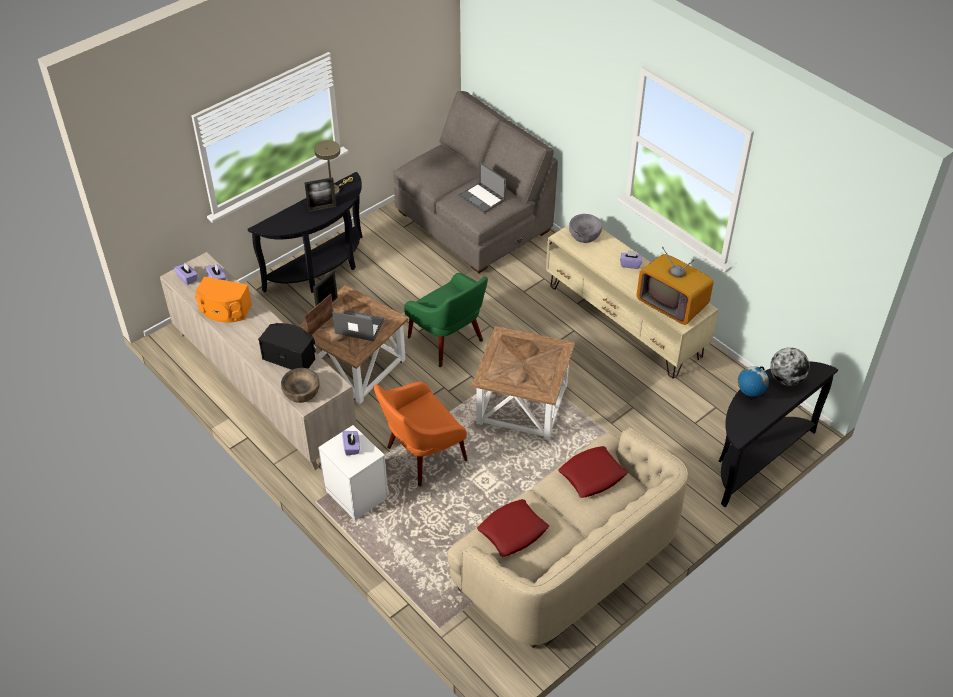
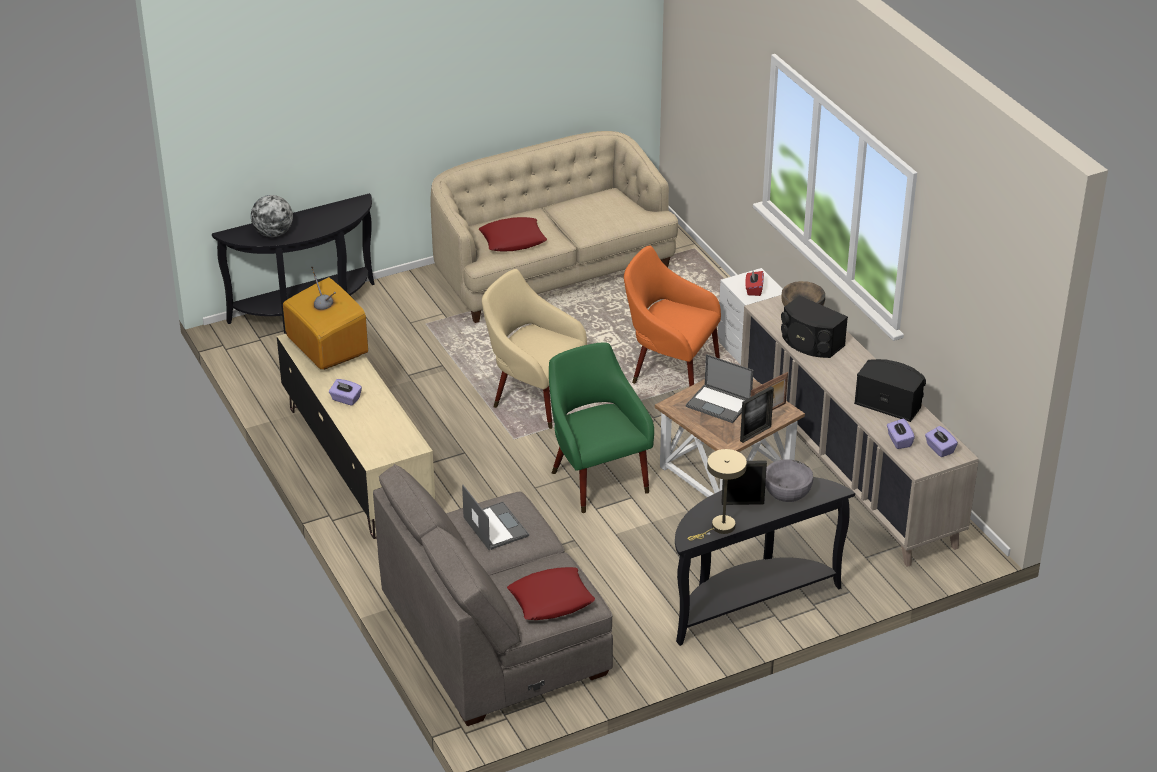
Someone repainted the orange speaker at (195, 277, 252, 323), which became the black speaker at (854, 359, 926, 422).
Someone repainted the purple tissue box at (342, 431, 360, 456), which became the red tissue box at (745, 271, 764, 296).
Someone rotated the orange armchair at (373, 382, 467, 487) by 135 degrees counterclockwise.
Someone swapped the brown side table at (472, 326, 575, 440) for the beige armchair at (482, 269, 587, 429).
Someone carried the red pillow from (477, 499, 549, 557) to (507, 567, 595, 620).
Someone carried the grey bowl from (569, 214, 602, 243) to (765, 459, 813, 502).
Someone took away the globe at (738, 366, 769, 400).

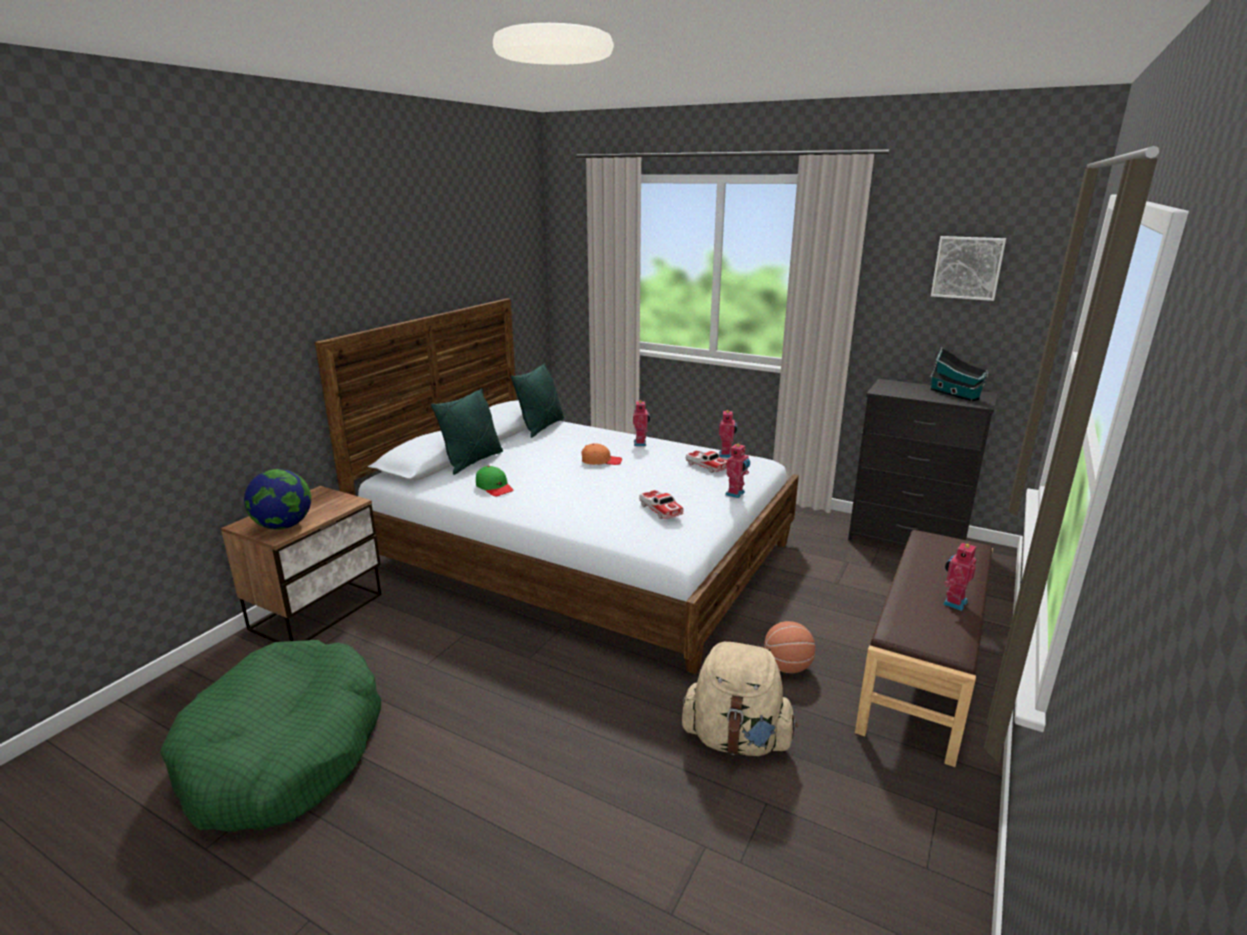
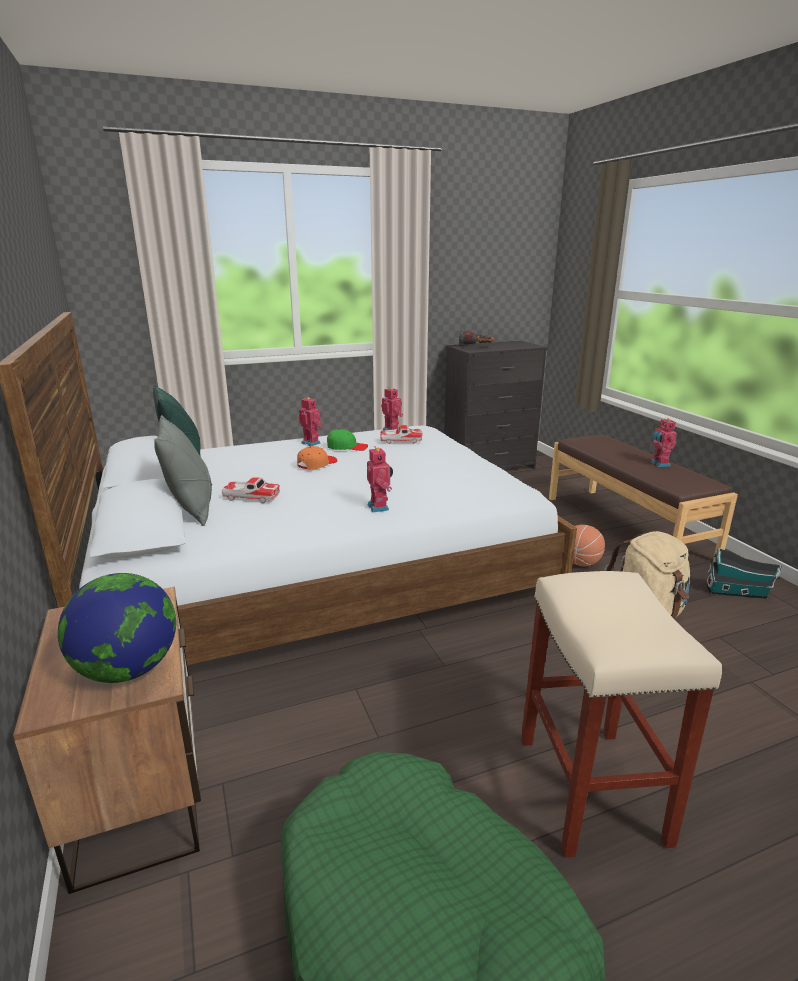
Someone repainted the green pillow at (431, 388, 503, 475), which became the grey pillow at (154, 415, 212, 526).
Someone carried the green cap from (476, 466, 514, 496) to (327, 429, 368, 451).
Someone carried the toy car from (639, 490, 684, 519) to (222, 477, 280, 503).
Someone carried the toy robot from (725, 444, 750, 498) to (367, 446, 393, 512).
Someone carried the toy house from (930, 347, 988, 402) to (707, 548, 782, 599).
Someone took away the picture at (931, 236, 1006, 301).
Someone put down the flashlight at (459, 330, 495, 346).
Someone put down the beige stool at (521, 571, 722, 858).

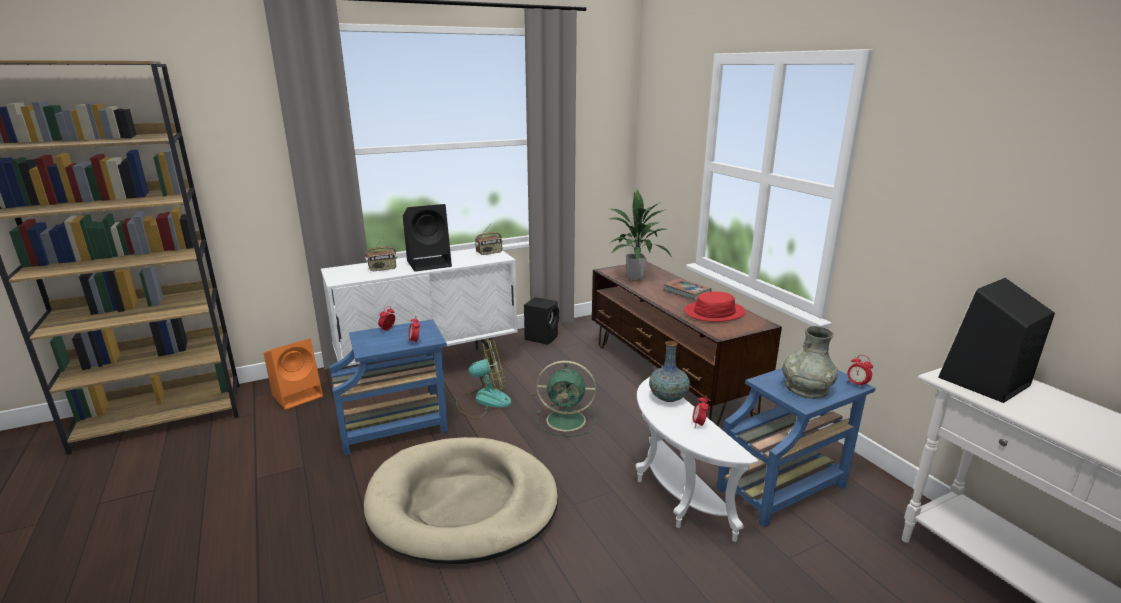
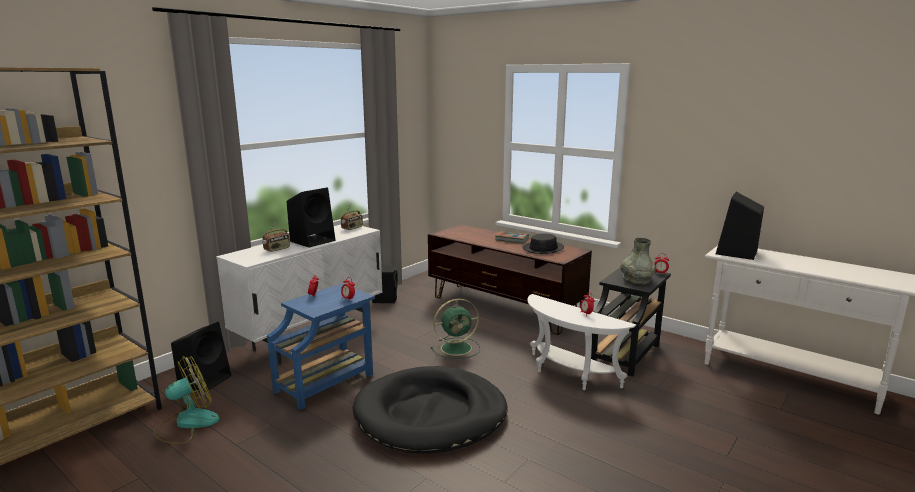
Someone repainted the orange speaker at (264, 339, 323, 410), which became the black speaker at (171, 322, 231, 393).
Someone repainted the beige dog bed at (364, 437, 558, 564), which became the black dog bed at (353, 366, 508, 454).
Someone carried the fan from (456, 339, 511, 419) to (153, 356, 220, 444).
Someone took away the potted plant at (606, 189, 673, 280).
Someone took away the vase at (649, 341, 690, 402).
Someone repainted the red hat at (684, 291, 746, 322), which became the black hat at (522, 233, 564, 254).
Someone repainted the blue side table at (717, 368, 875, 528), which became the black side table at (591, 267, 671, 377).

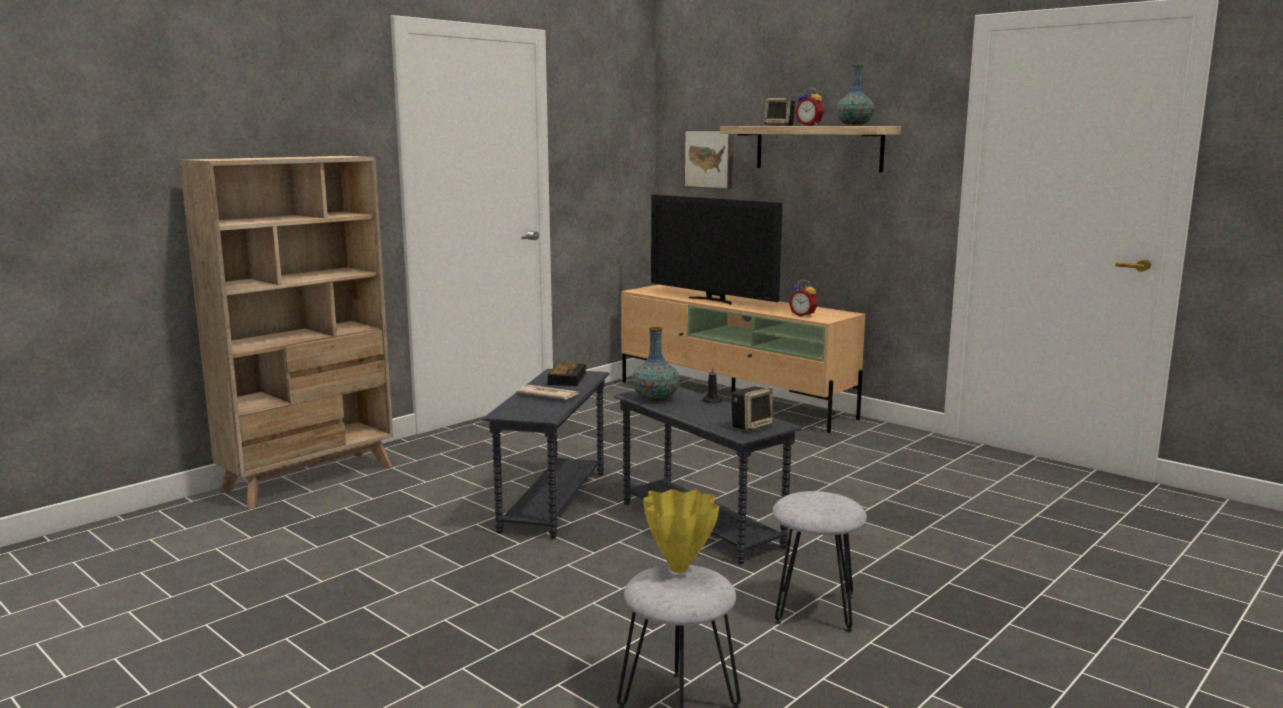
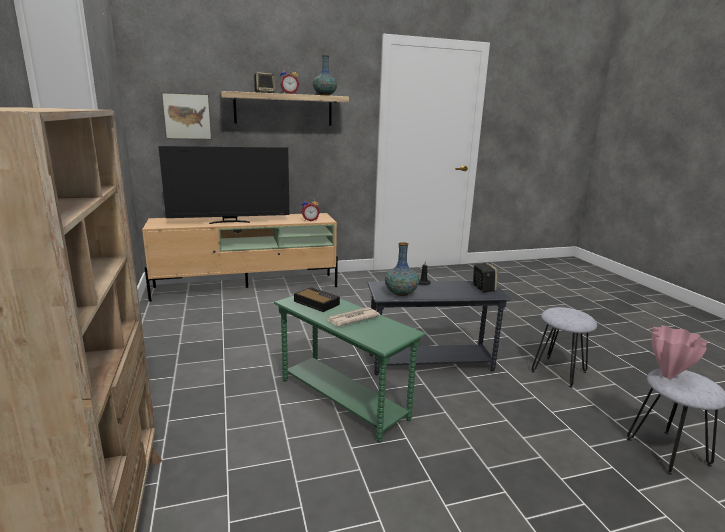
Someone repainted the grey side table at (483, 369, 609, 539), which became the green side table at (274, 288, 426, 442).
Someone repainted the yellow vase at (643, 489, 719, 573), which became the pink vase at (652, 325, 707, 379).

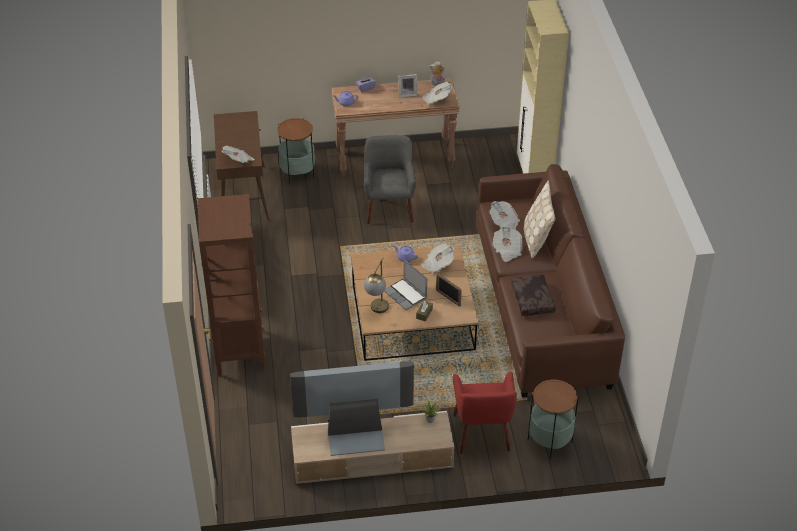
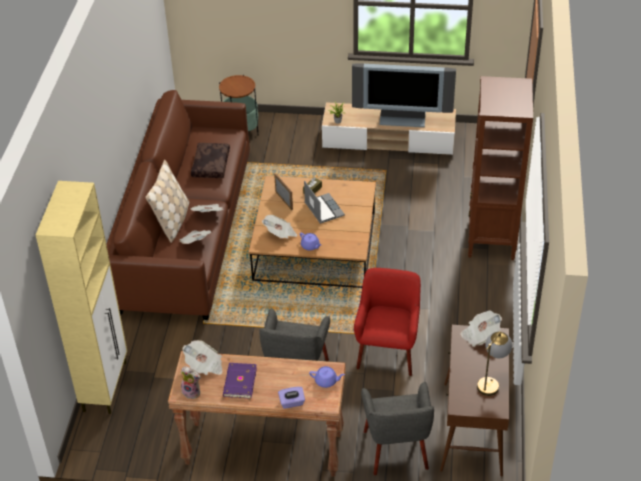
Someone swapped the side table at (277, 118, 315, 184) for the grey armchair at (361, 382, 434, 475).
Someone carried the table lamp from (364, 258, 389, 313) to (477, 331, 512, 396).
Someone swapped the picture frame at (398, 74, 418, 97) for the purple book at (223, 363, 257, 399).
Someone carried the red armchair from (452, 371, 517, 454) to (354, 268, 421, 376).

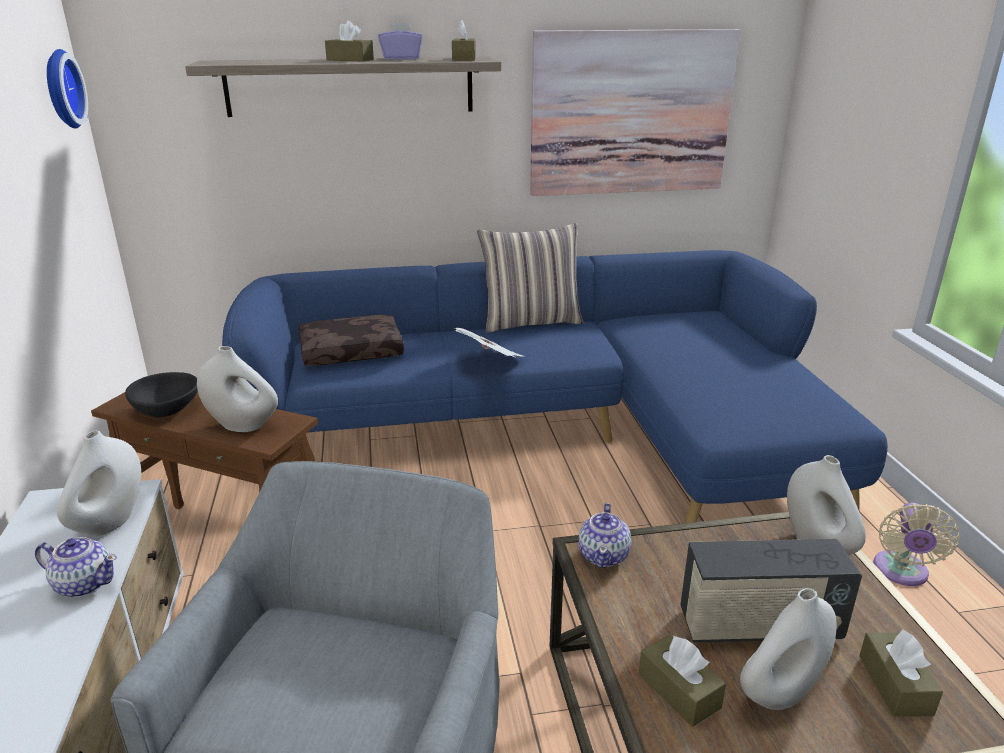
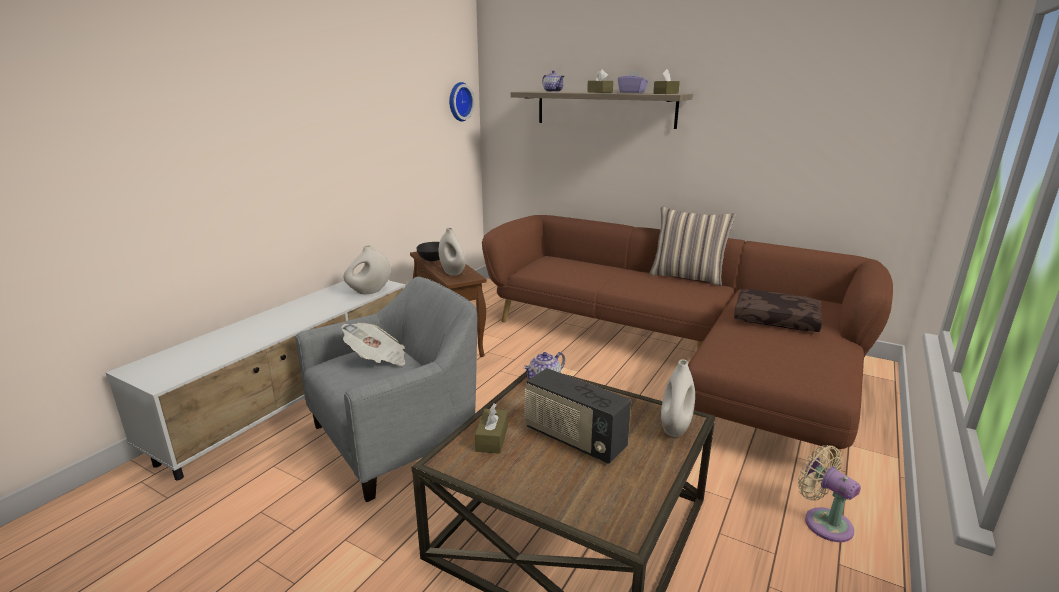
Someone carried the teapot from (35, 537, 117, 597) to (542, 71, 564, 92).
Someone repainted the blue sofa at (222, 250, 888, 523), which became the brown sofa at (482, 215, 893, 472).
Someone carried the brown pillow from (299, 315, 404, 366) to (734, 289, 822, 332).
Someone carried the newspaper from (453, 328, 524, 357) to (341, 323, 405, 366).
Someone took away the picture at (530, 29, 740, 196).
Someone took away the white vase at (740, 588, 837, 710).
Someone took away the brown tissue box at (859, 630, 943, 717).
Someone rotated the beige fan at (874, 502, 959, 586) by 90 degrees clockwise.

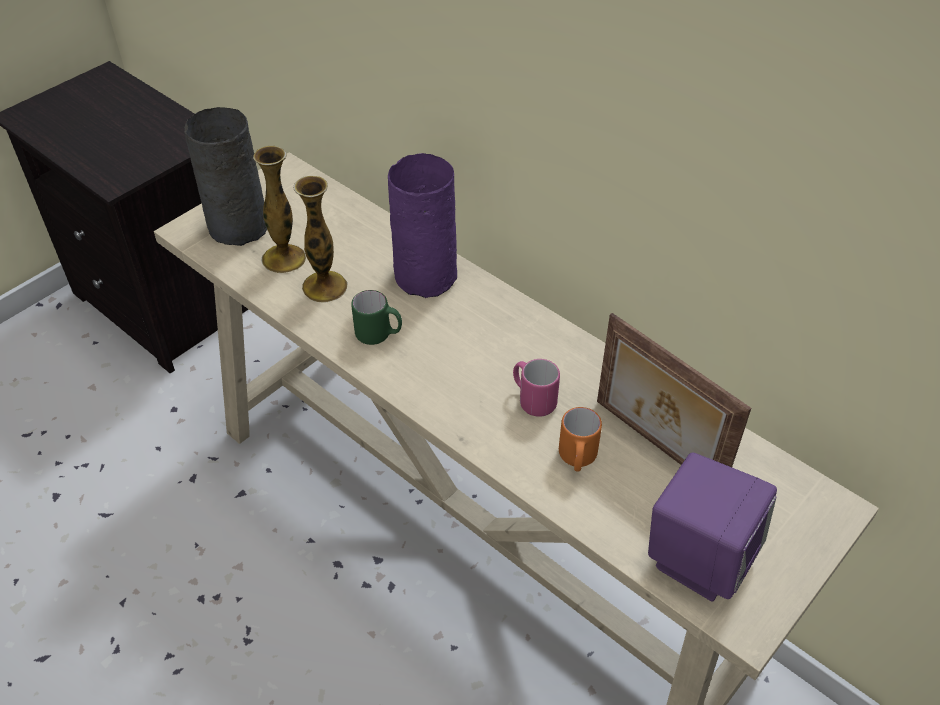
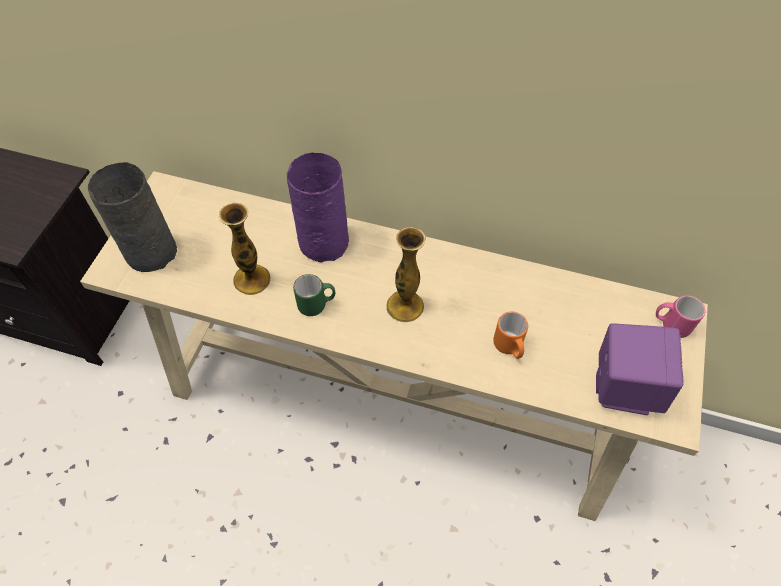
Someone carried the vase from (253, 146, 306, 273) to (386, 227, 426, 322).
Someone carried the pink mug from (513, 359, 560, 417) to (656, 295, 705, 338).
Someone took away the picture frame at (597, 313, 751, 467).

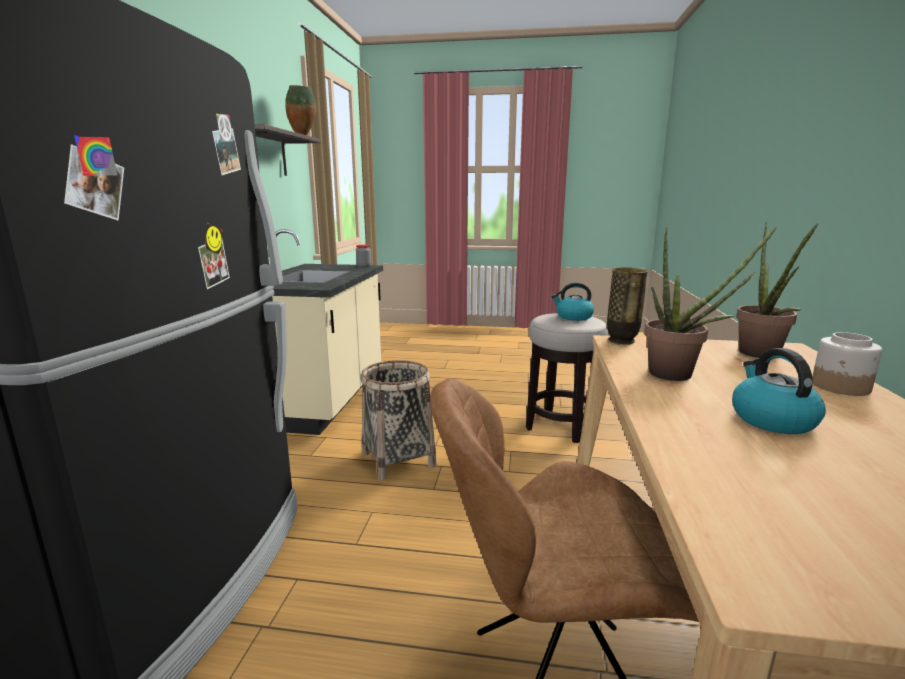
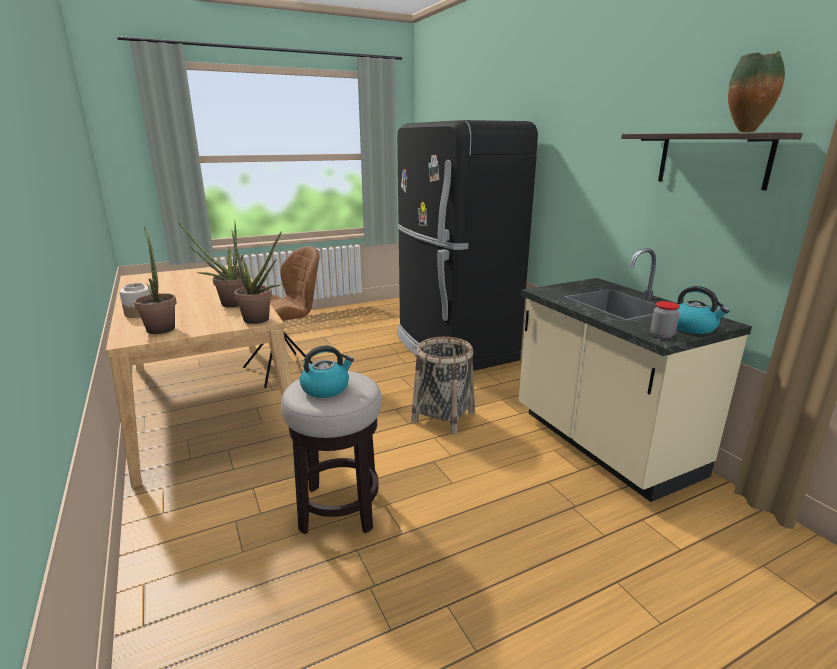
Someone swapped the vase at (607, 267, 647, 345) for the potted plant at (232, 231, 282, 324).
Someone carried the kettle from (732, 348, 826, 434) to (676, 286, 730, 334).

